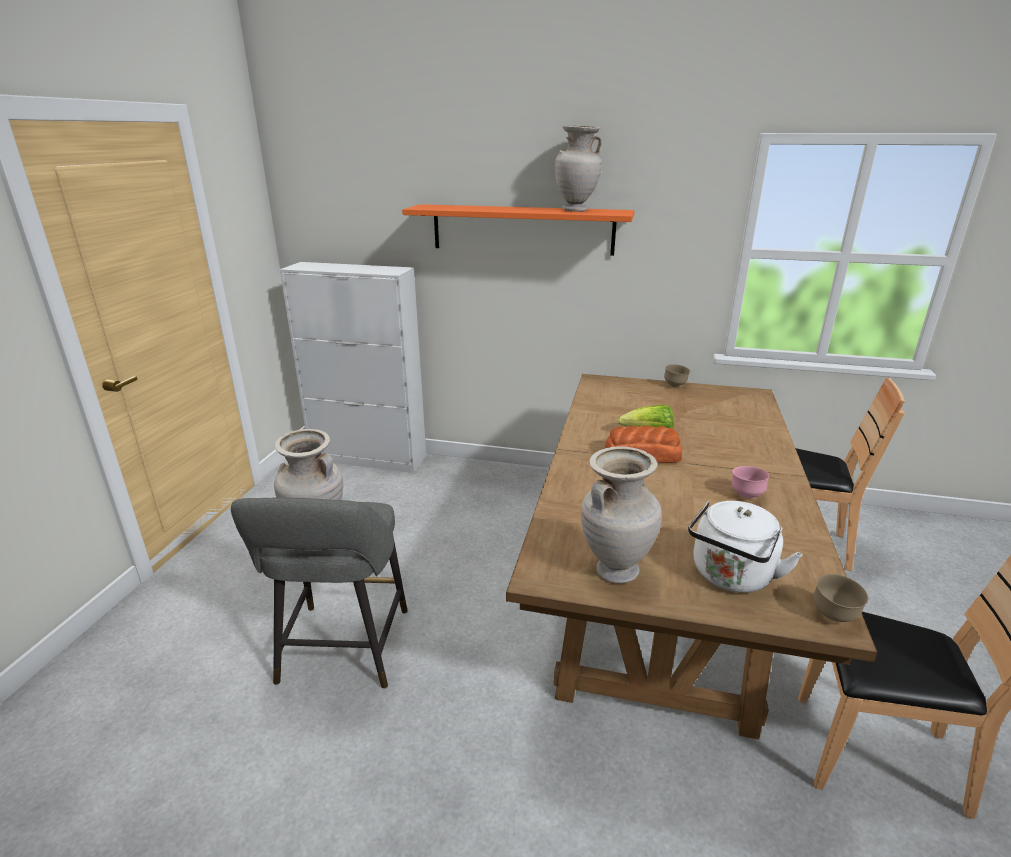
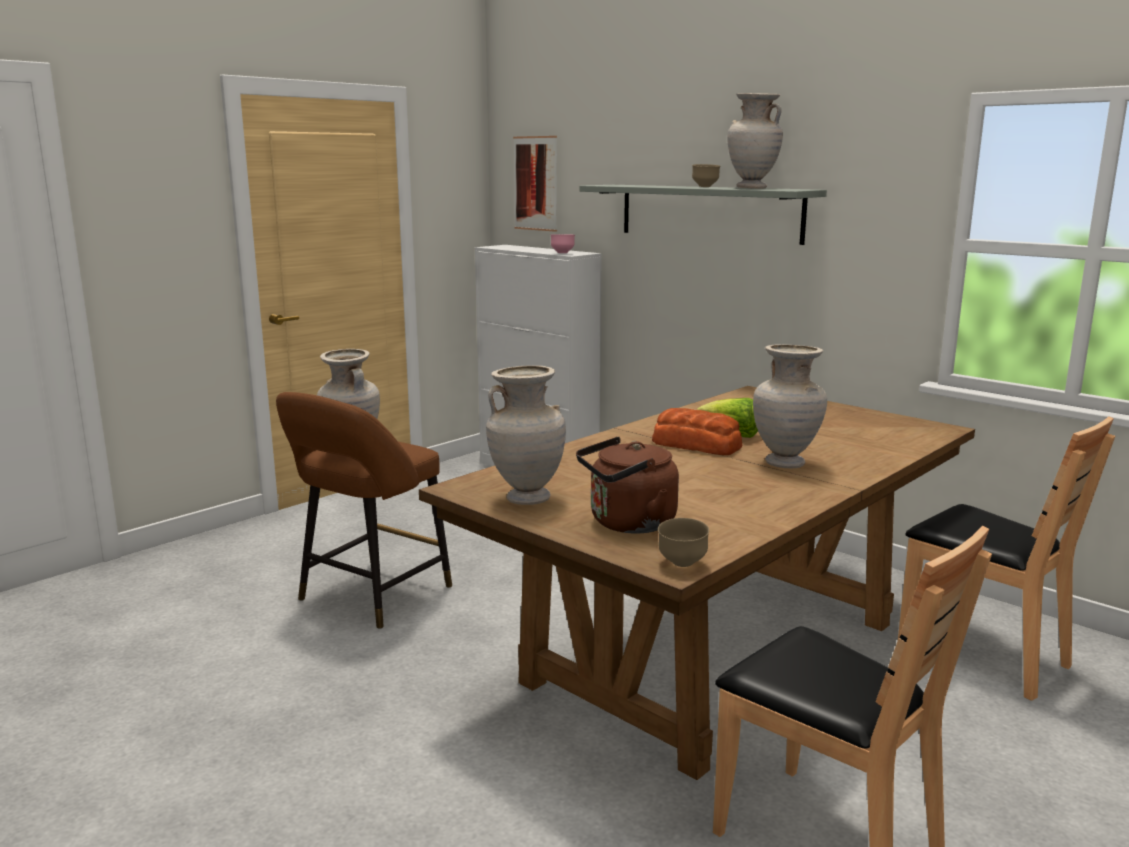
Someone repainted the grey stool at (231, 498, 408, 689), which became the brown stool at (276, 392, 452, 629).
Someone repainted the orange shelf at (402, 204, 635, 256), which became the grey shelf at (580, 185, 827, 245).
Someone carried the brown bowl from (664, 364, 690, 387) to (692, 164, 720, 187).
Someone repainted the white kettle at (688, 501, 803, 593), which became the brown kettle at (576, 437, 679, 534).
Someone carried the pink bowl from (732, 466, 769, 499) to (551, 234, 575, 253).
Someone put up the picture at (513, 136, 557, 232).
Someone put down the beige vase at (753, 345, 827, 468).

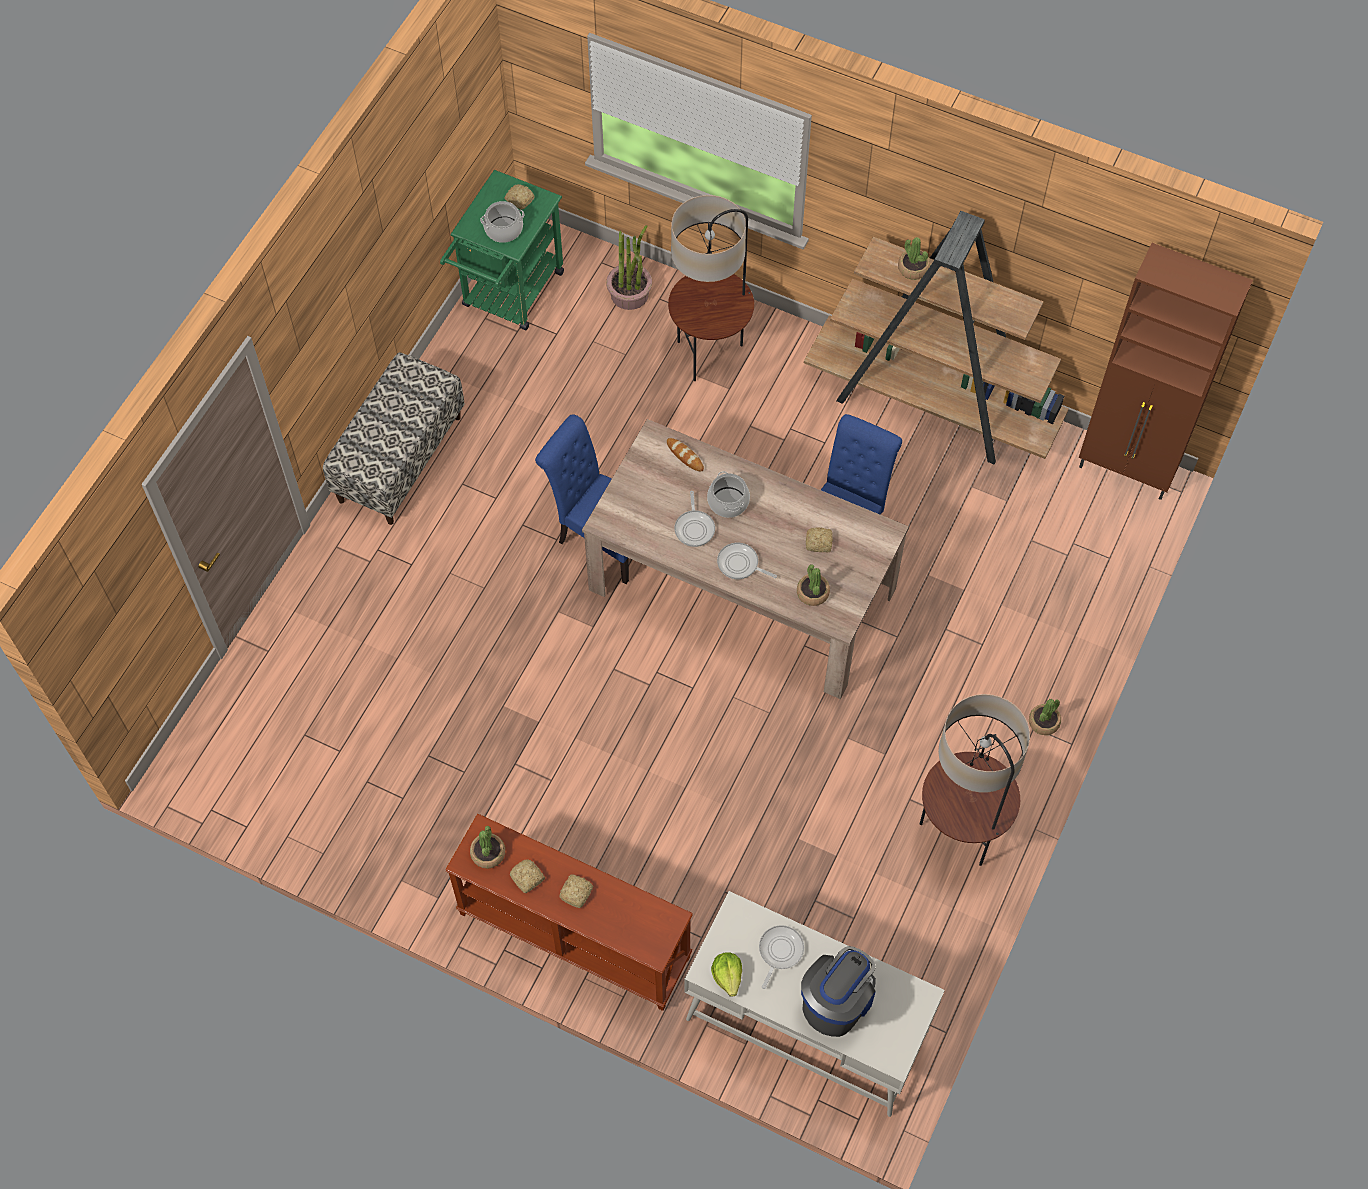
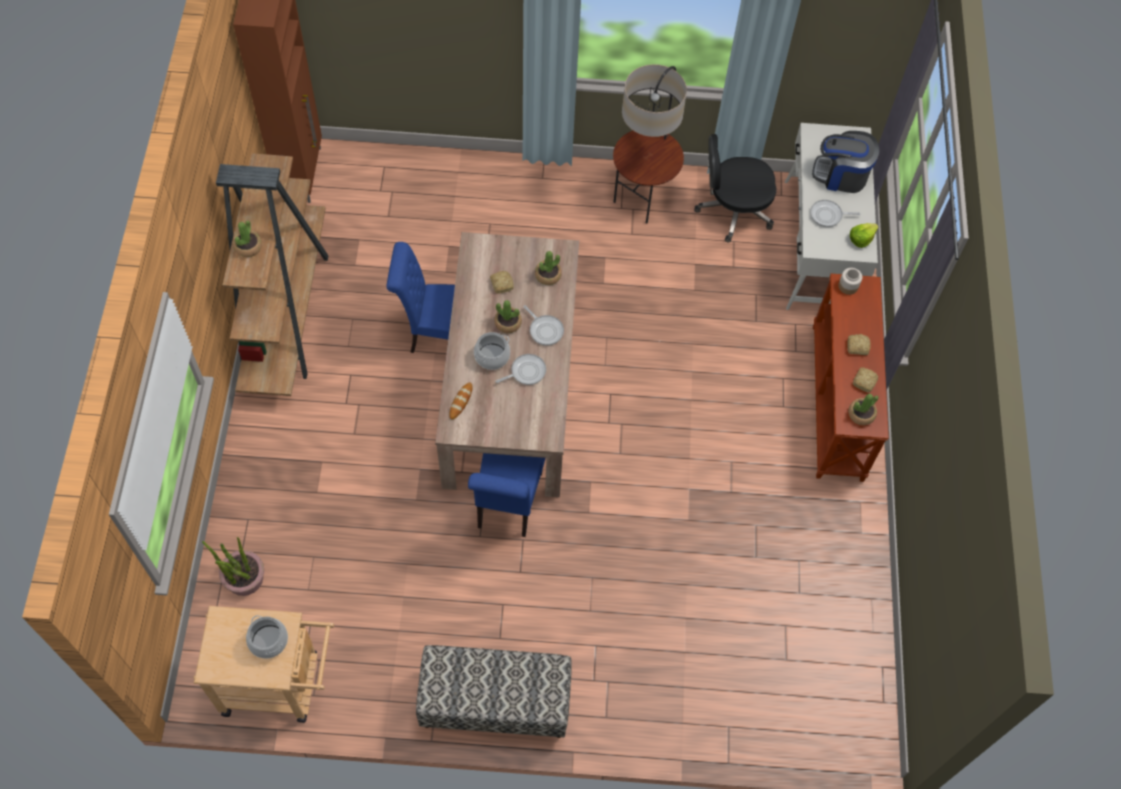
Someone repainted the green cart at (440, 170, 564, 330), which became the beige cart at (193, 606, 334, 723).
Someone took away the bread at (505, 184, 535, 210).
Someone took away the floor lamp at (668, 195, 754, 381).
Someone rotated the frying pan at (717, 543, 777, 579) by 45 degrees counterclockwise.
Someone carried the potted plant from (1029, 699, 1061, 735) to (494, 300, 522, 333).
Someone put down the black office chair at (694, 134, 776, 243).
Someone put down the jar at (838, 268, 862, 295).

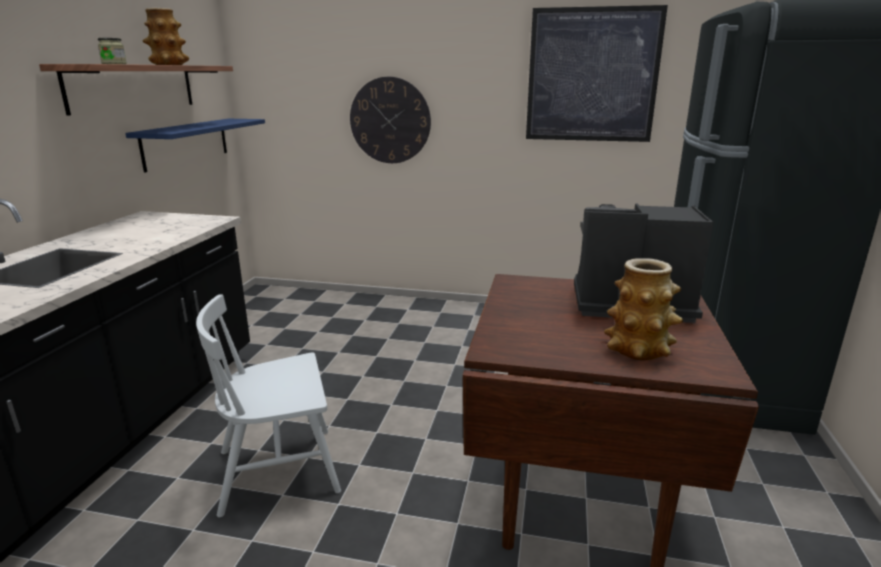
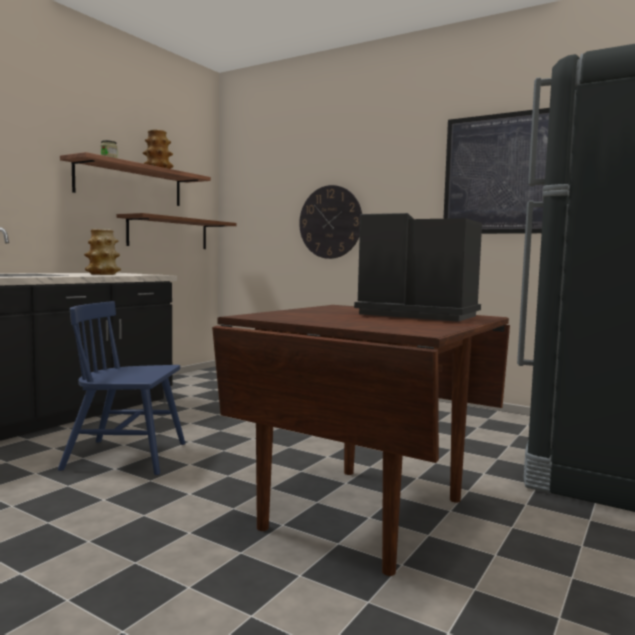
Someone repainted the blue shelf at (125, 119, 265, 173), which became the brown shelf at (117, 213, 237, 249).
Someone repainted the white chair at (196, 294, 341, 517), which became the blue chair at (58, 301, 185, 475).
Someone carried the vase from (604, 258, 683, 360) to (84, 229, 121, 275).

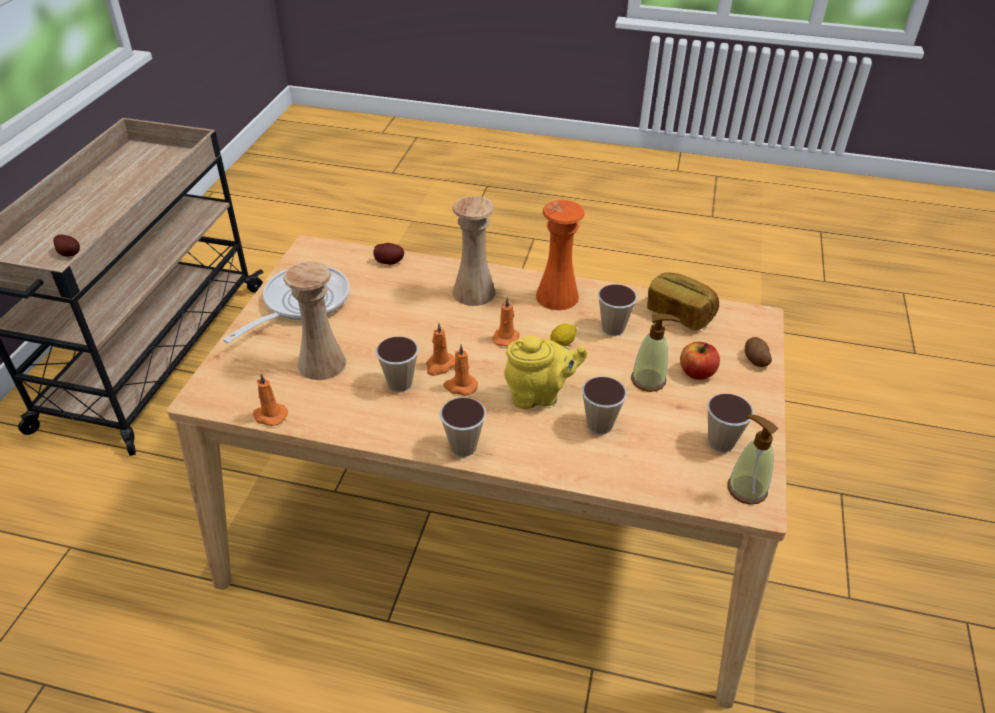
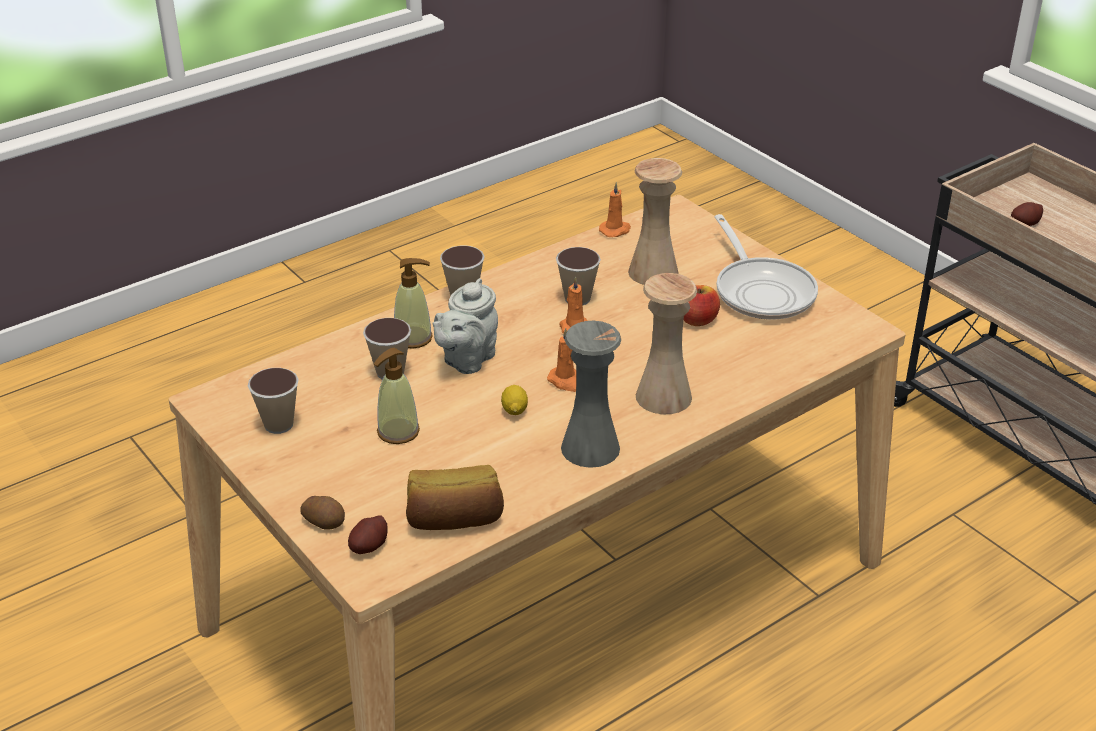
Someone carried the potato from (373, 243, 404, 265) to (348, 515, 388, 554).
Someone took away the orange candle at (443, 344, 478, 396).
Someone repainted the yellow teapot at (504, 335, 587, 409), which became the grey teapot at (433, 278, 498, 374).
Someone repainted the orange vase at (536, 200, 585, 310), which became the grey vase at (561, 321, 621, 468).
Someone took away the cup at (598, 284, 637, 336).
Someone carried the apple from (680, 342, 720, 380) to (684, 285, 720, 326).
Someone carried the soap dispenser from (727, 414, 779, 505) to (394, 258, 433, 349).

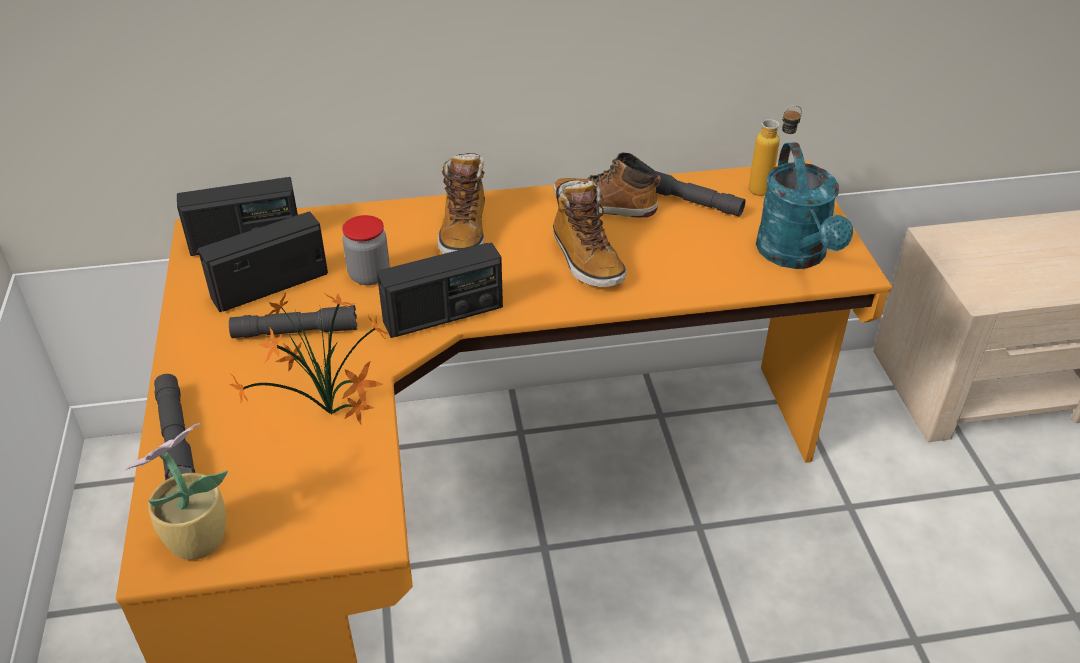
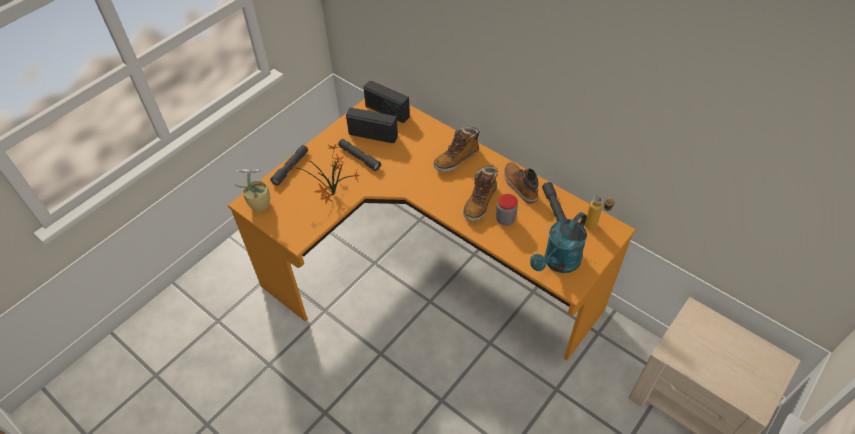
Someone carried the jar from (342, 215, 390, 285) to (496, 194, 518, 226).
Someone took away the radio at (377, 243, 503, 338).

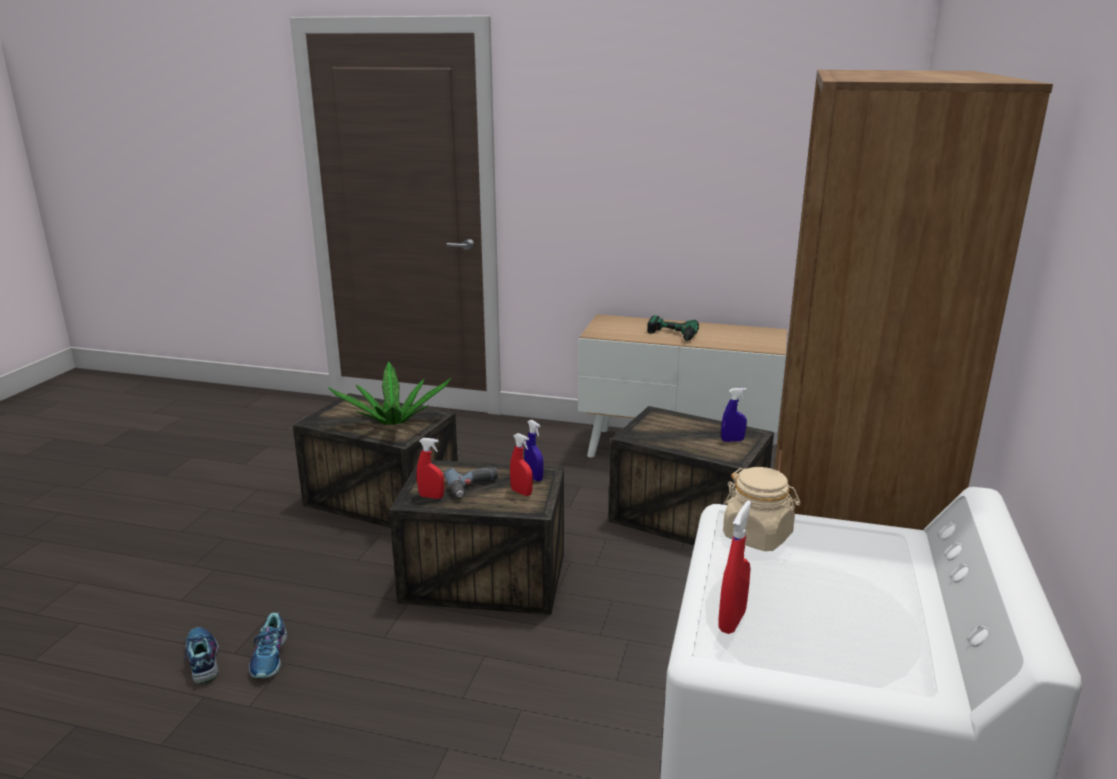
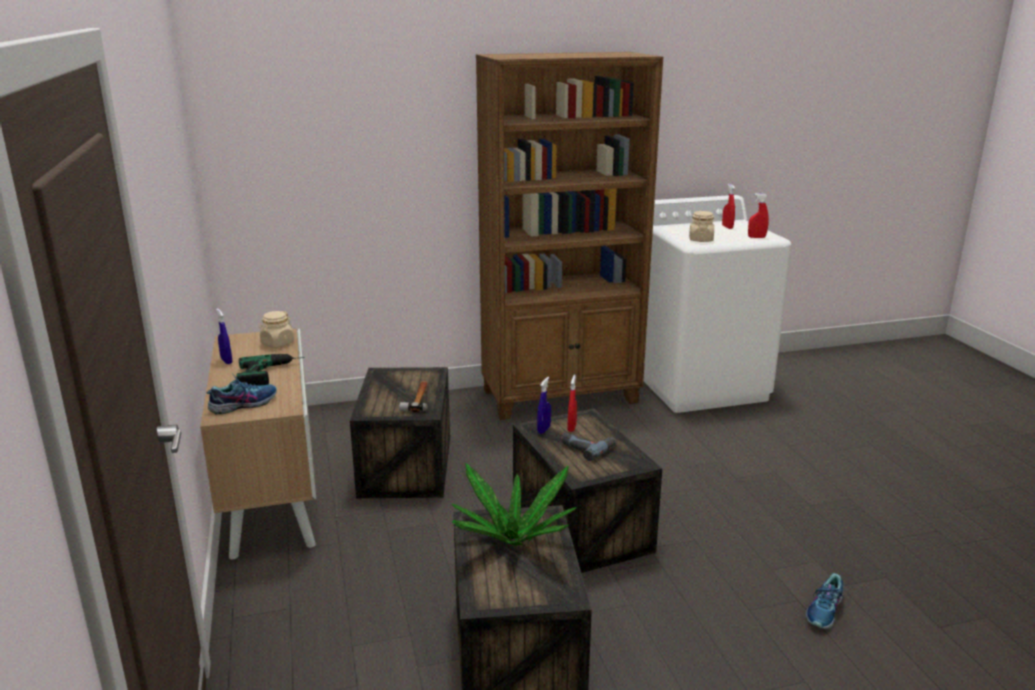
Someone carried the shoe from (249, 613, 287, 678) to (207, 376, 277, 414).
Someone carried the red spray bottle from (417, 438, 444, 499) to (722, 184, 735, 229).
Someone carried the blue spray bottle from (721, 388, 747, 442) to (216, 309, 232, 364).
Someone put down the beige jar at (259, 311, 294, 348).
Someone put down the hammer at (399, 381, 428, 412).

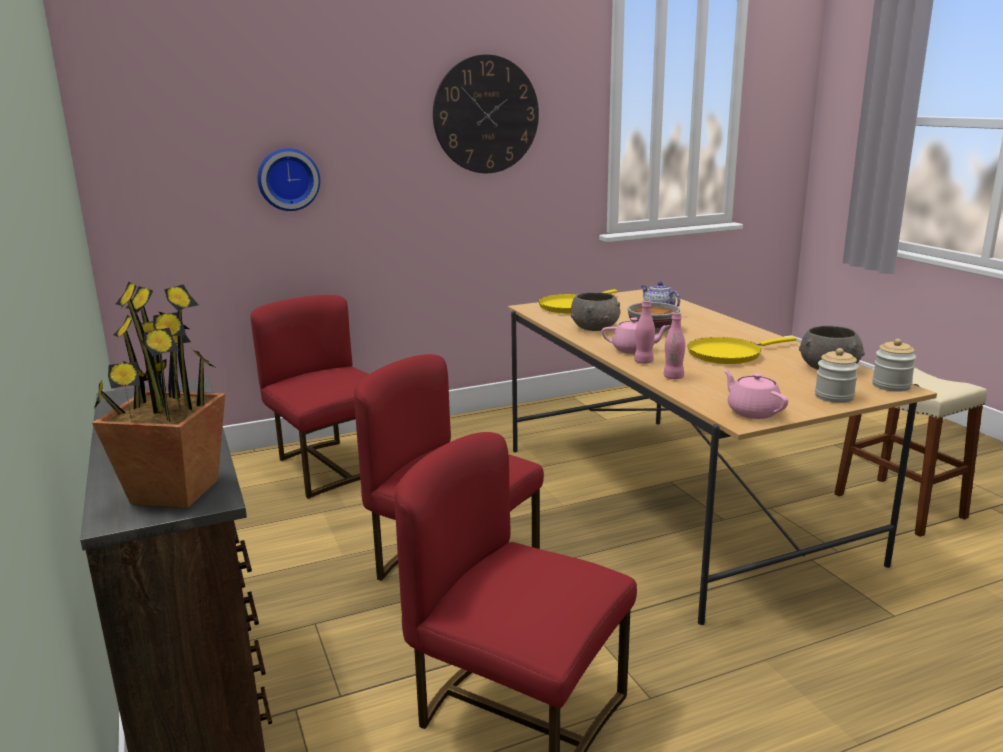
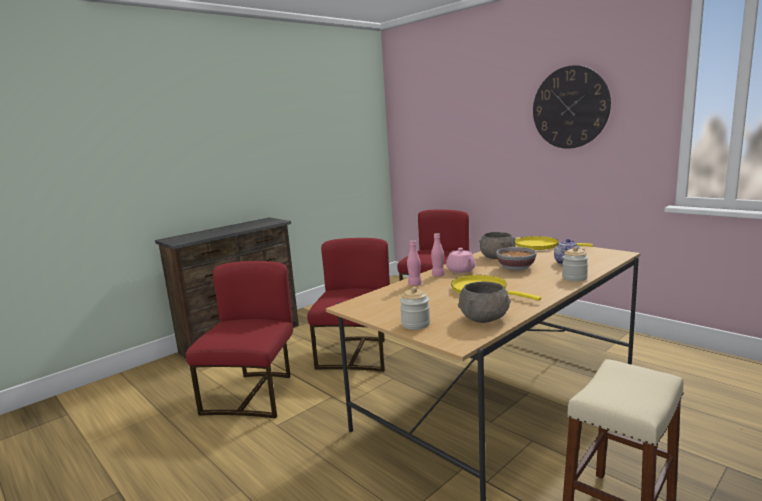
Someone took away the potted plant at (92, 282, 225, 508).
Someone took away the wall clock at (258, 148, 320, 211).
Someone took away the pink teapot at (723, 370, 788, 419).
Someone carried the jar from (872, 339, 916, 392) to (562, 246, 588, 281).

